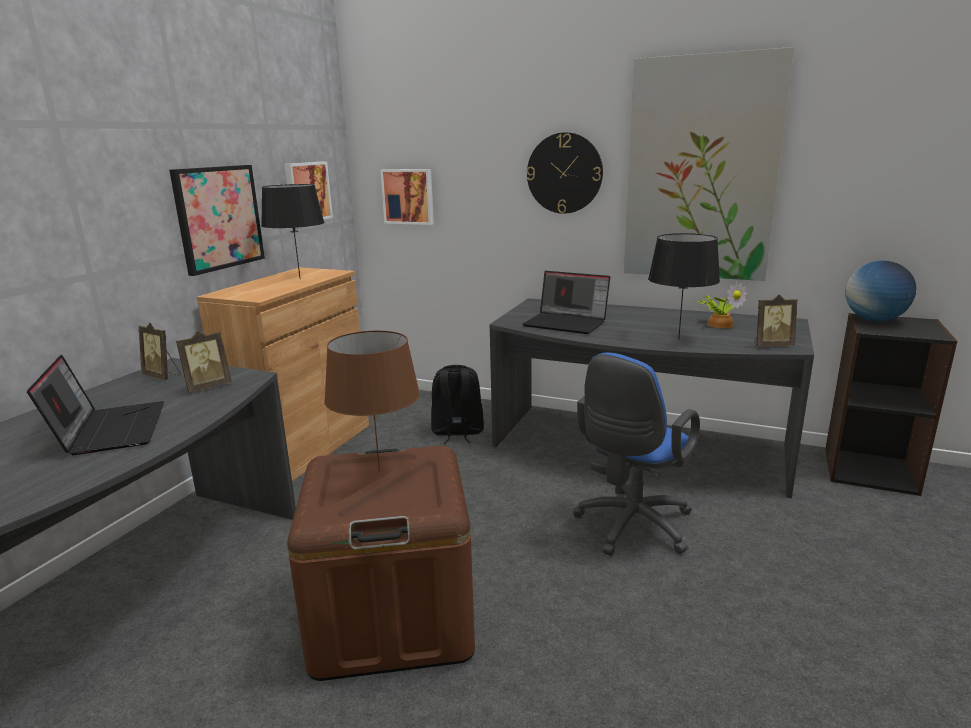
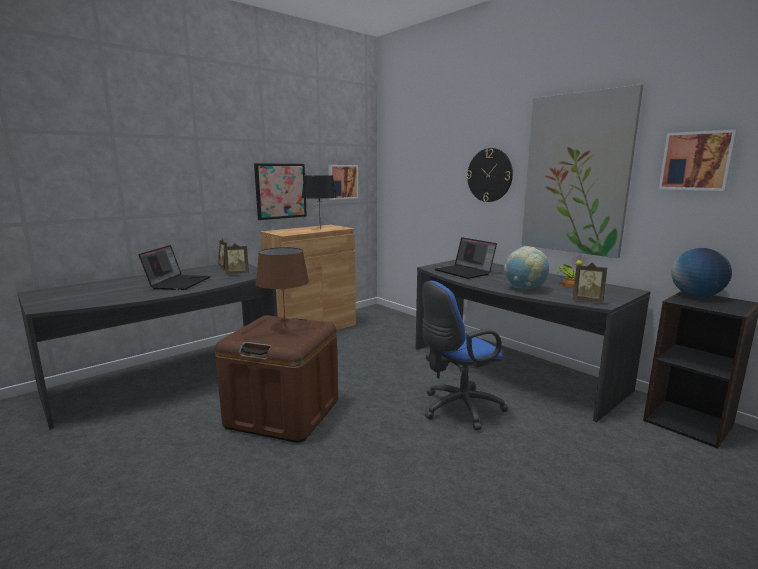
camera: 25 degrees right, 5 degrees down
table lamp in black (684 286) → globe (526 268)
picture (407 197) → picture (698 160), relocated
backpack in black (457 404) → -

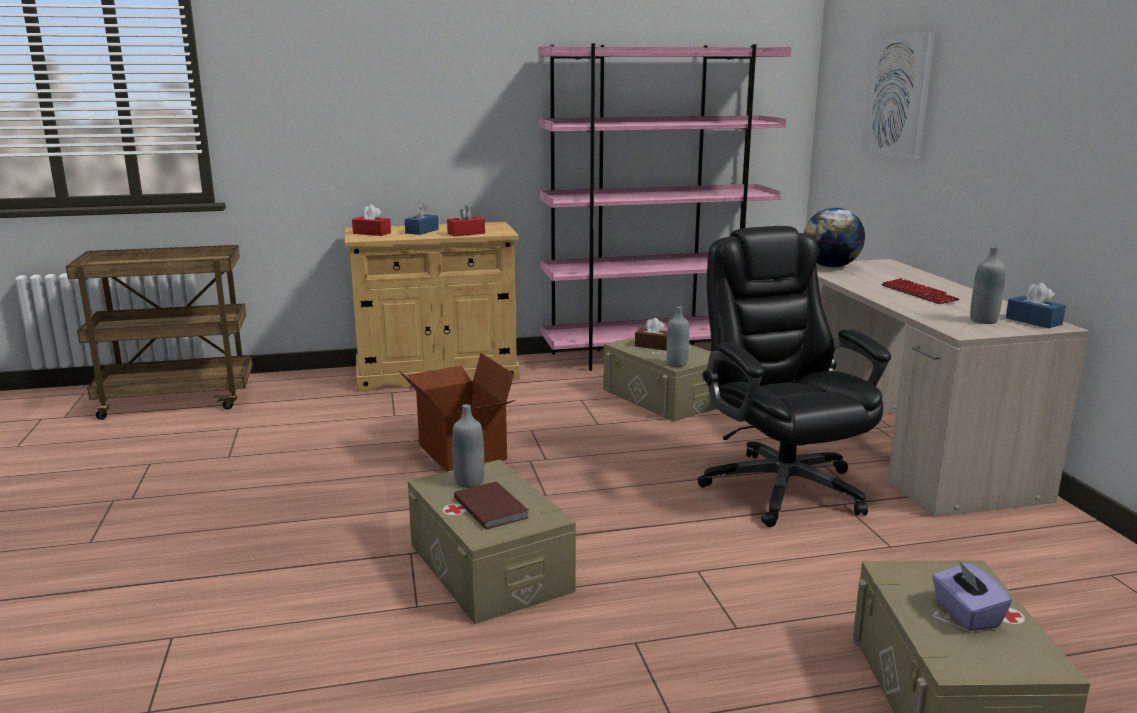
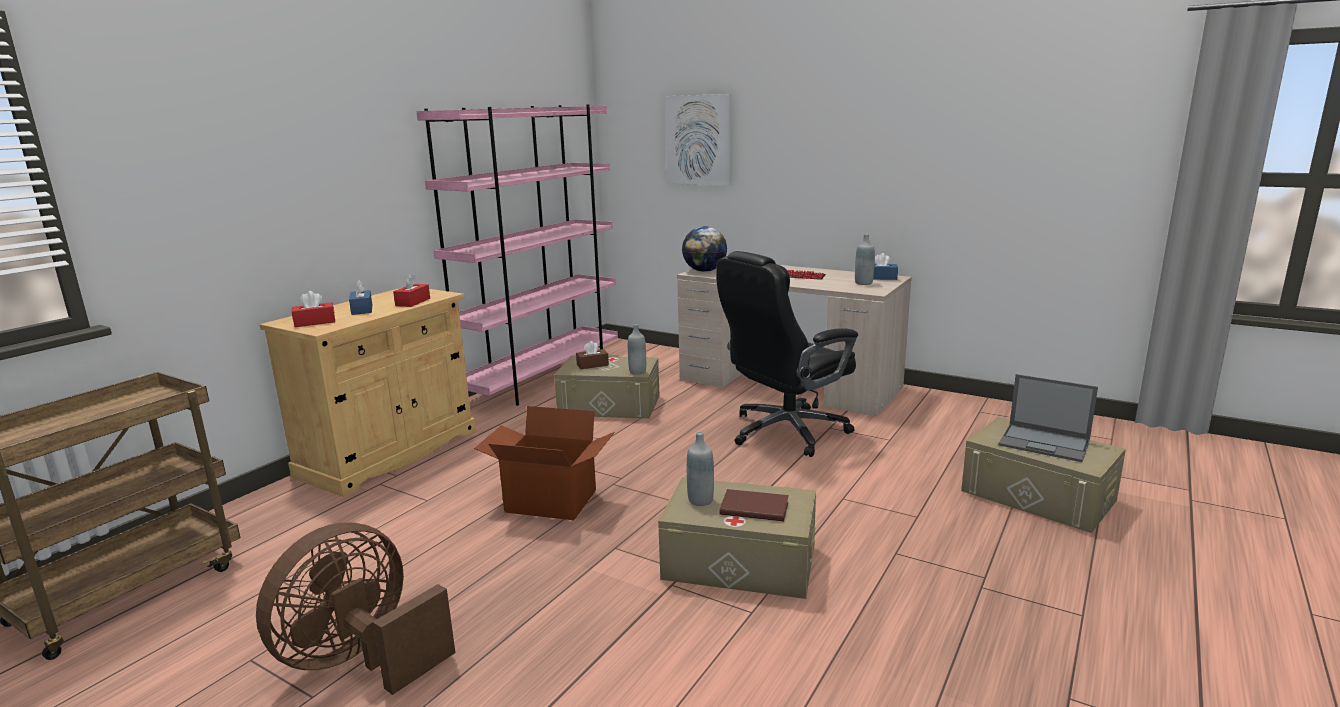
camera: 45 degrees left, 0 degrees up
- → fan in brown (355 609)
office chair in black (794 376) → office chair in black (787 354), 60 degrees counterclockwise
tissue box in purple (972 595) → laptop (1048 418)

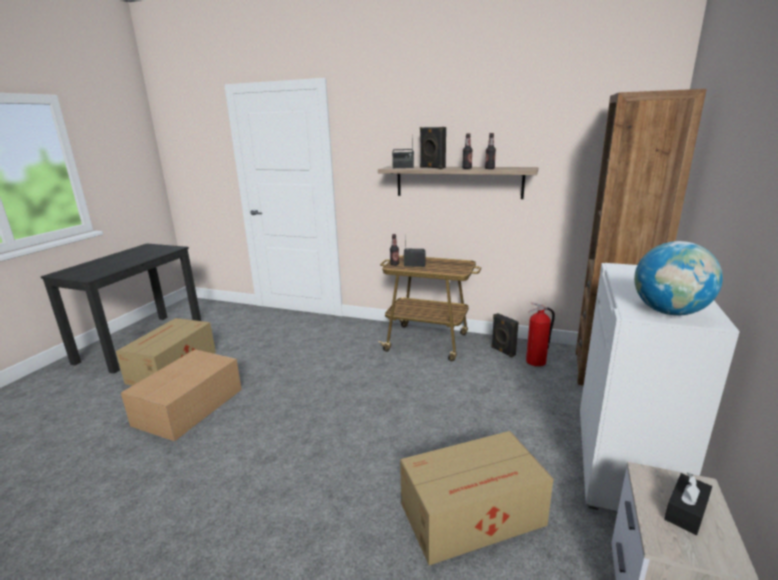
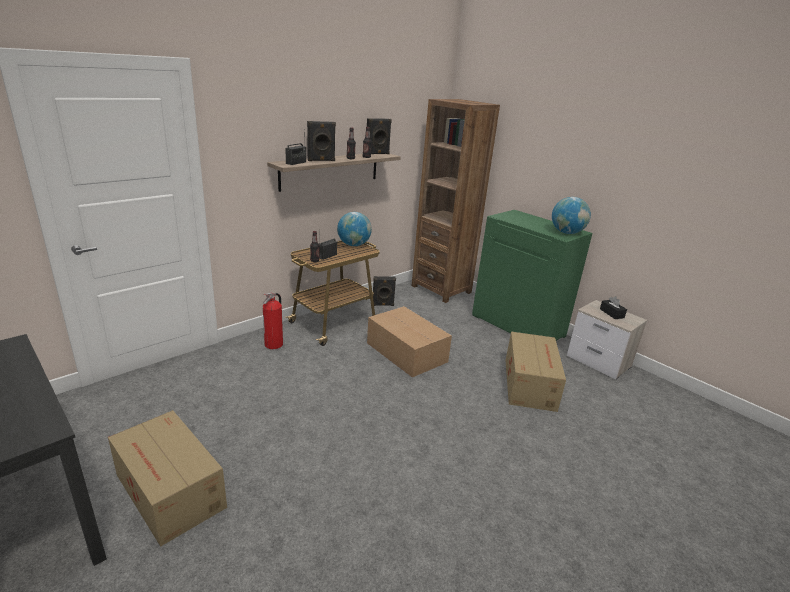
camera: 65 degrees left, 5 degrees up
fire extinguisher (540 334) → fire extinguisher (273 321), relocated
- → globe (354 229)
- → speaker in black (379 136)
cardboard box (181 395) → cardboard box (409 341), relocated
cabinet in white (660 387) → cabinet in green (532 275)

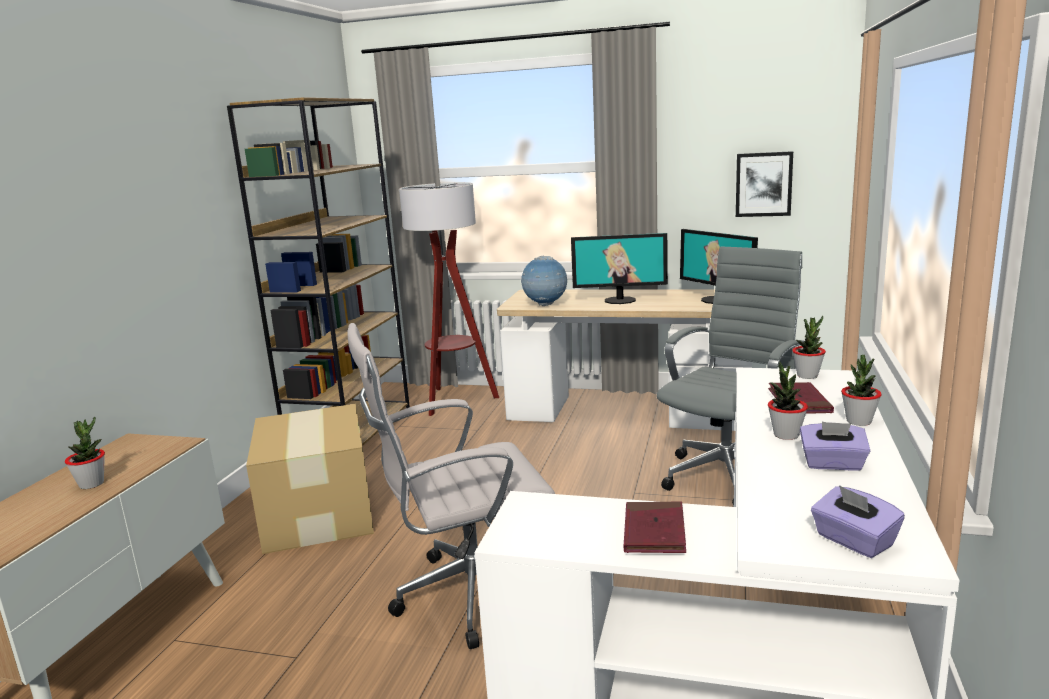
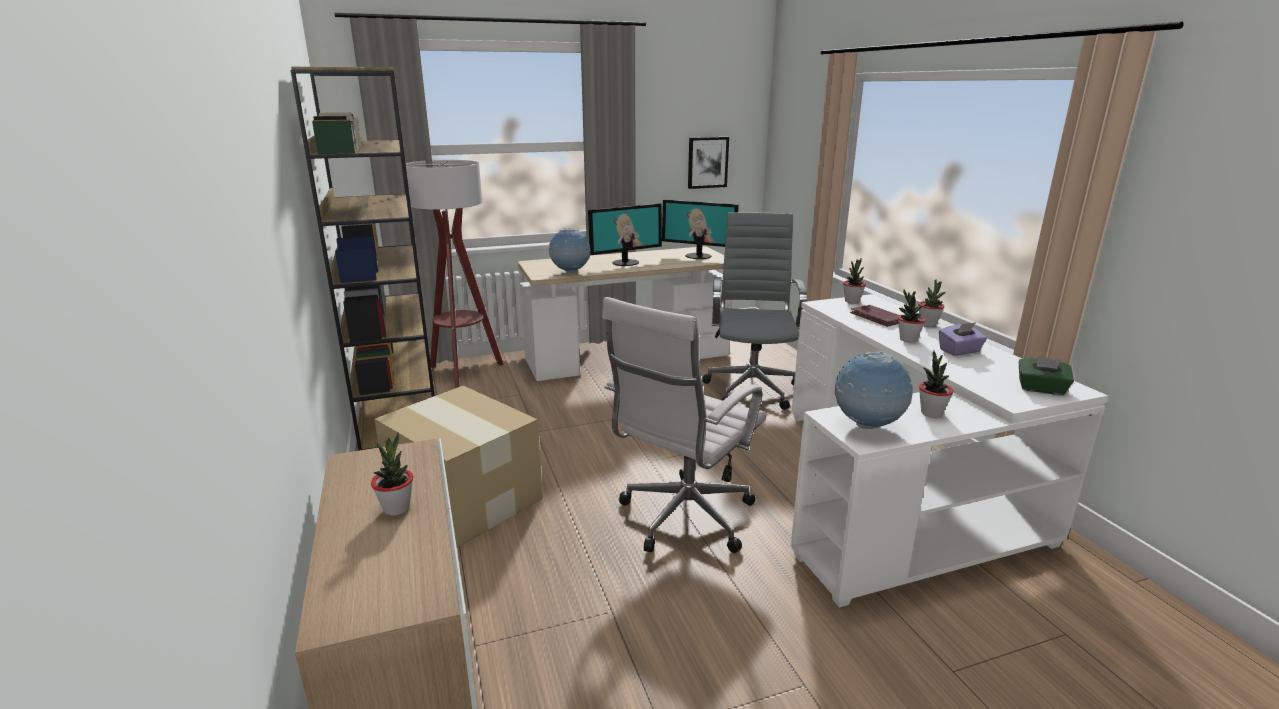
camera: 35 degrees left, 5 degrees up
- → globe (874 390)
book in red (655 527) → potted plant (936 384)
tissue box in purple (858 521) → tissue box in green (1046 375)

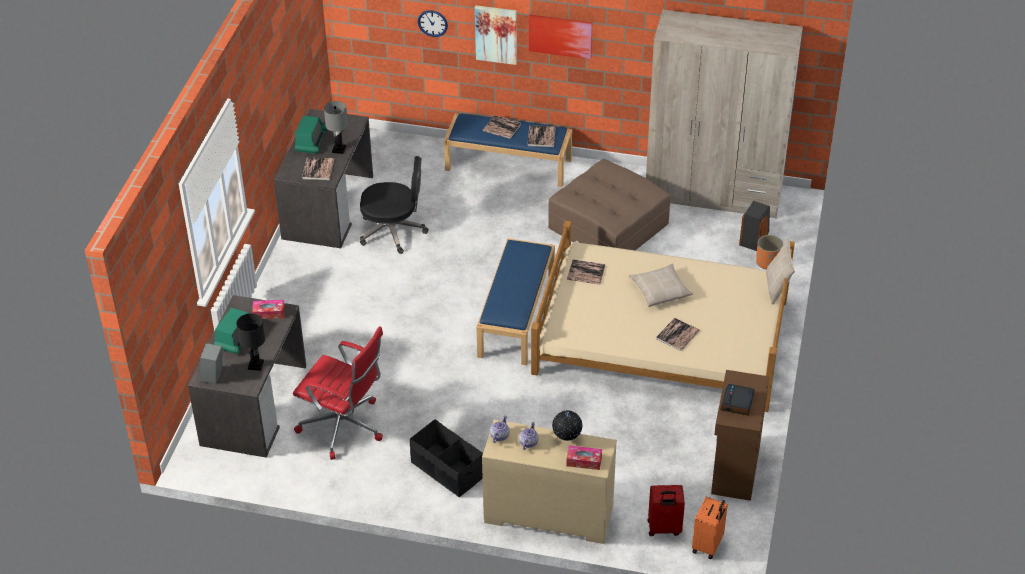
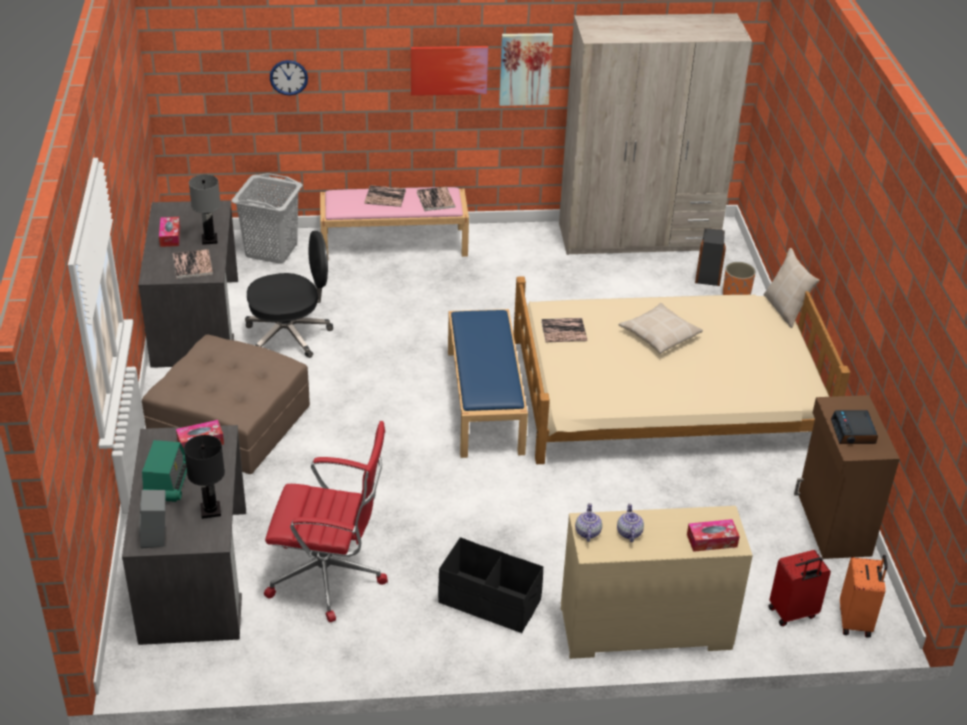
camera: 20 degrees left, 5 degrees down
ottoman in brown (609 204) → ottoman in brown (226 404), relocated
radio (311 135) → tissue box (169 232)
- → laundry basket in grey (267 218)
bench in blue (508 150) → bench in pink (394 222)
picture (496 35) → picture (526 69), relocated
globe (567 425) → -
book (678 334) → -

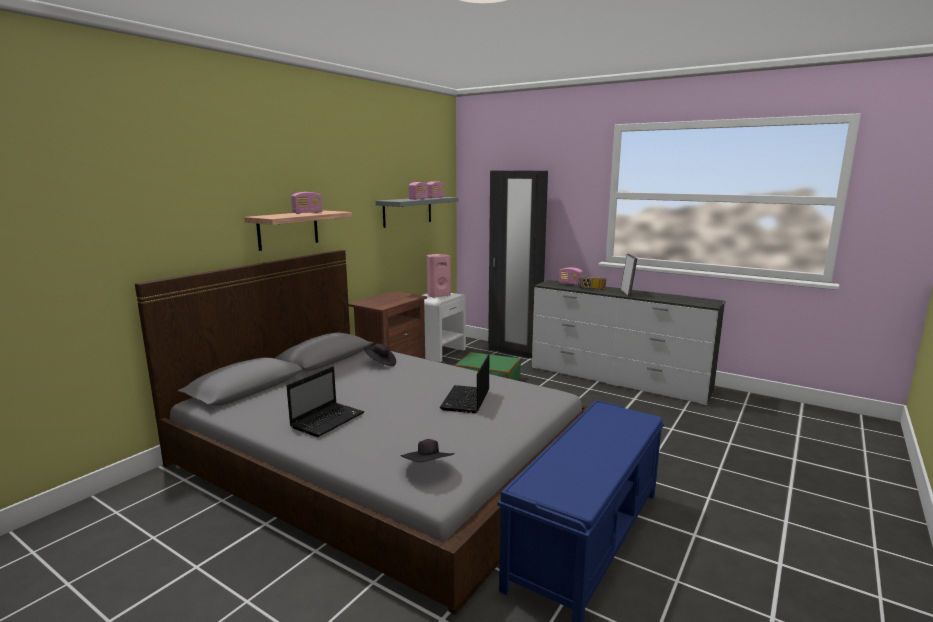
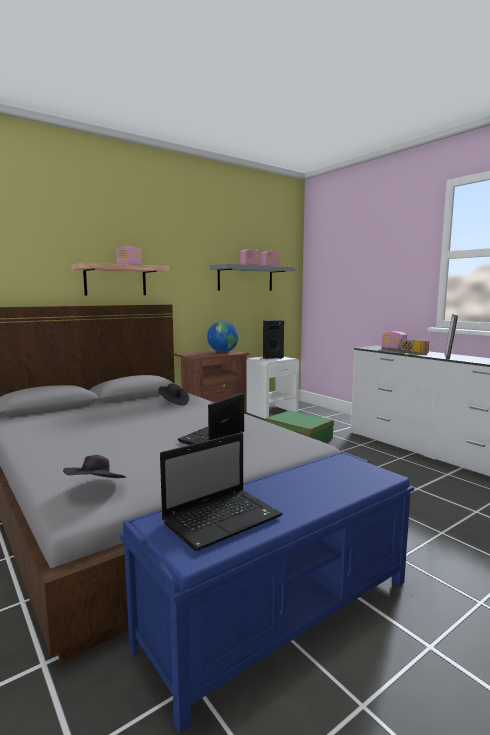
camera: 20 degrees right, 5 degrees down
laptop (325 401) → laptop (221 492), relocated
- → globe (223 336)
speaker in pink (439 276) → speaker in black (273 339)
wardrobe in black (518 265) → -

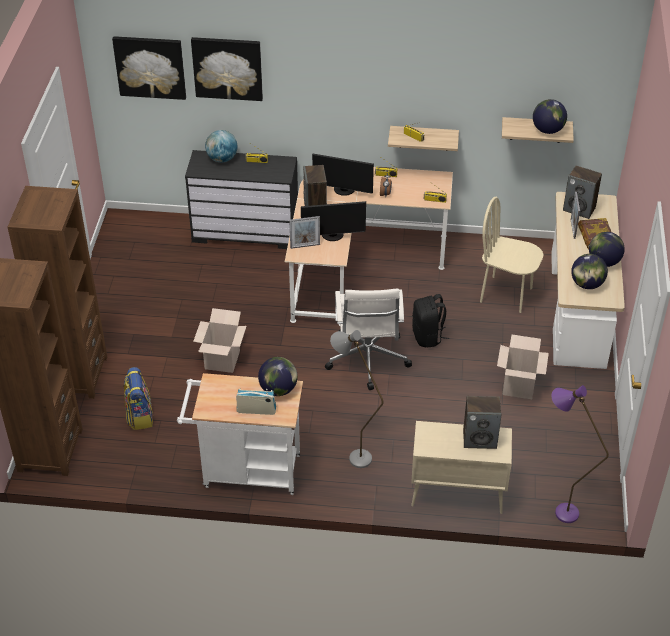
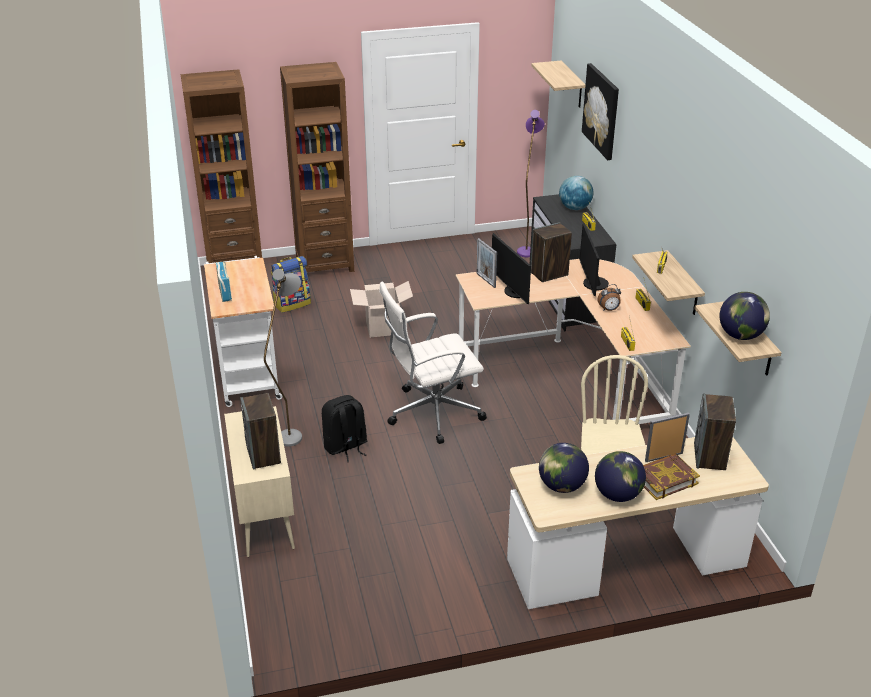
camera: 70 degrees right, 10 degrees down
backpack in black (431 320) → backpack in black (344 428), relocated
floor lamp in purple (580 454) → floor lamp in purple (531 183), relocated
picture (149 68) → shelf (558 84)
globe (278 376) → -
cardboard box (523 367) → -

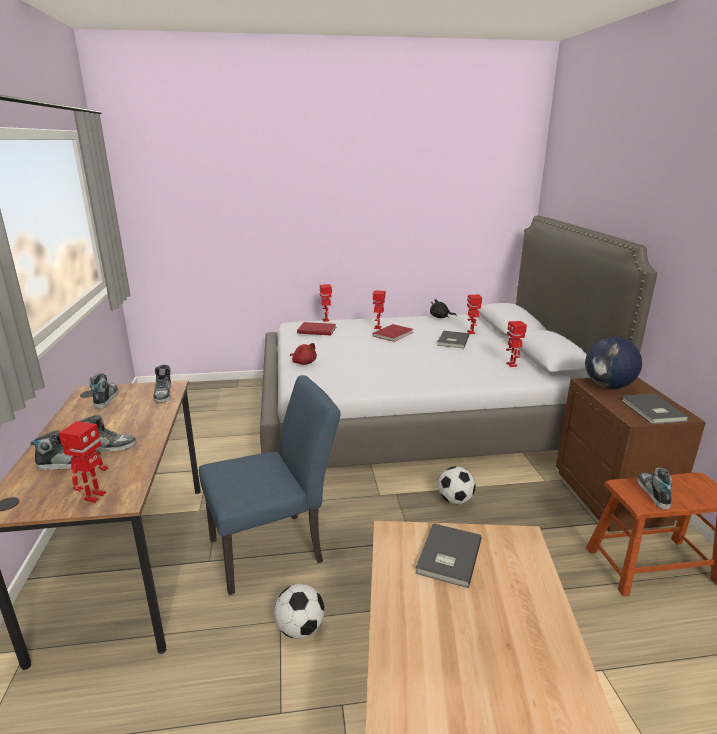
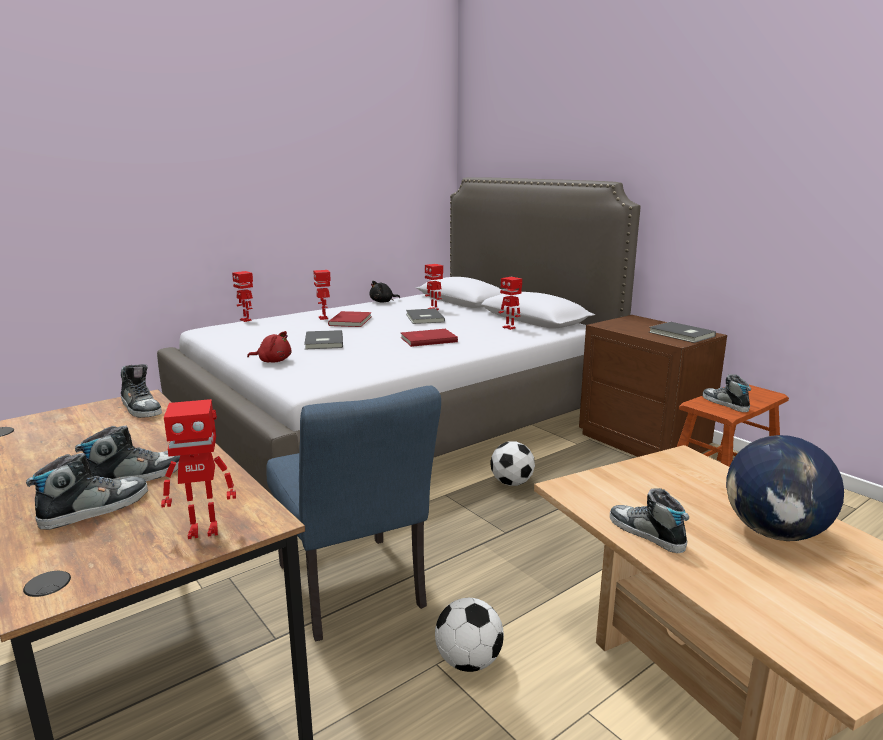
camera: 30 degrees left, 5 degrees down
toy robot (83 462) → toy robot (198 469), 90 degrees clockwise
chair in blue (270 485) → chair in blue (353 513), 120 degrees clockwise
book in grey (448 555) → book in grey (323 340), relocated
book in red (316 329) → book in red (429 338), relocated
shoe (103 391) → shoe (649 520), relocated
globe (613 363) → globe (785 488), relocated

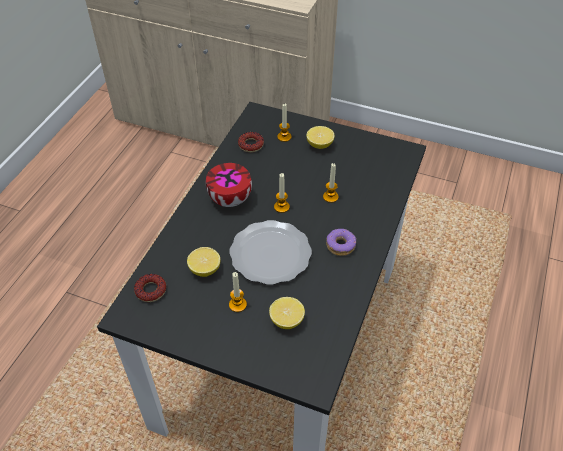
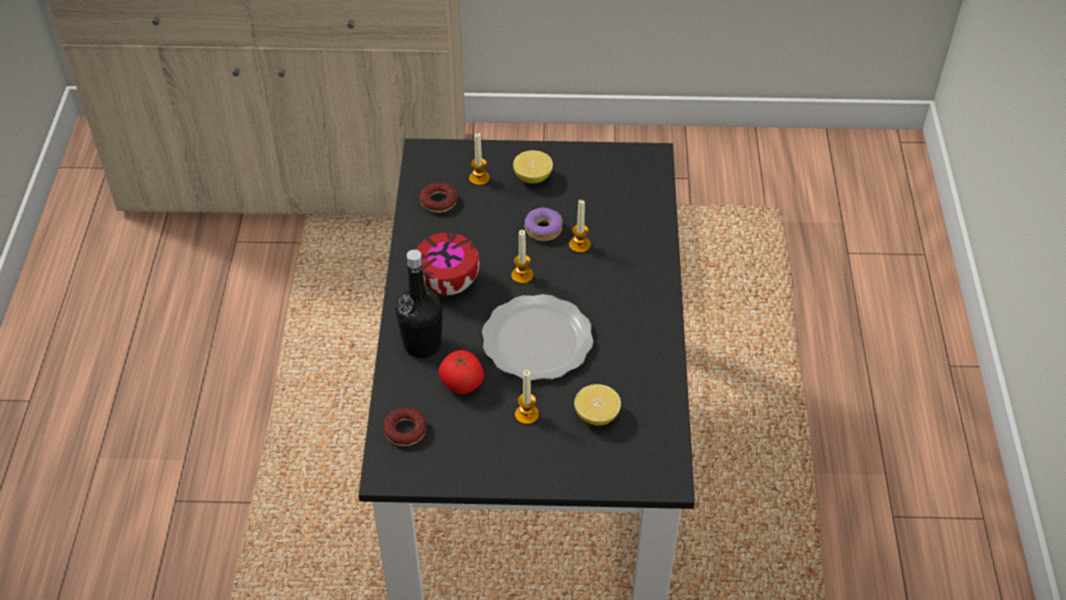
camera: 20 degrees left, 0 degrees up
- → bottle in black (419 304)
lemon (203 262) → tomato (461 372)
donut (341 242) → donut (544 224), relocated

